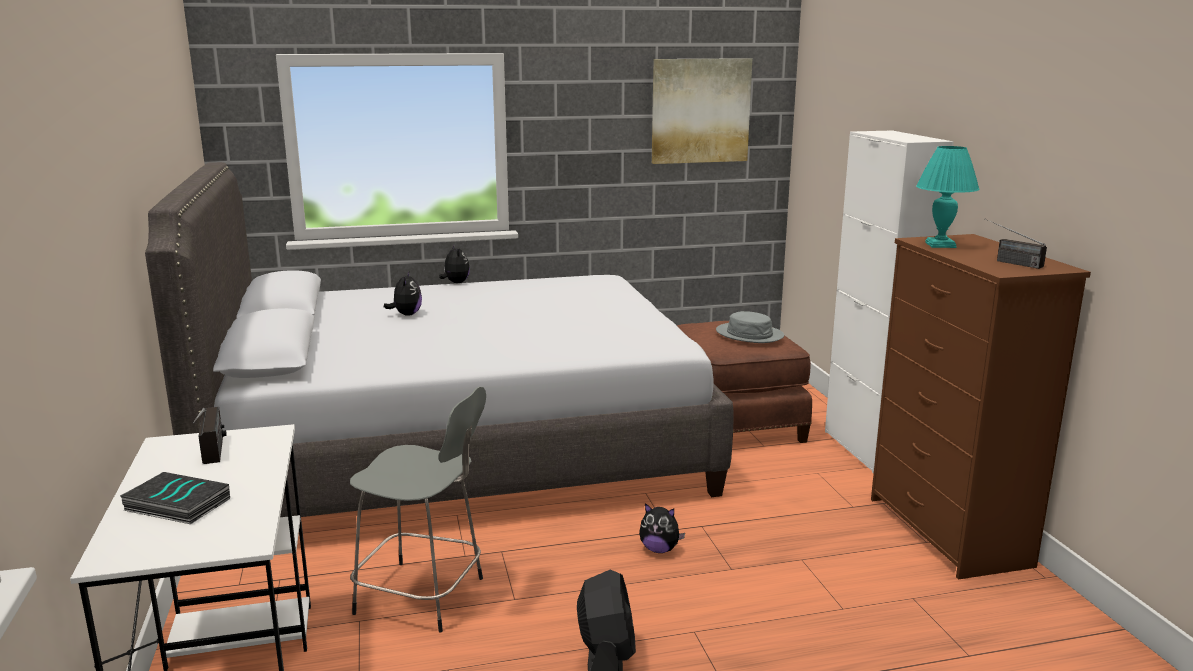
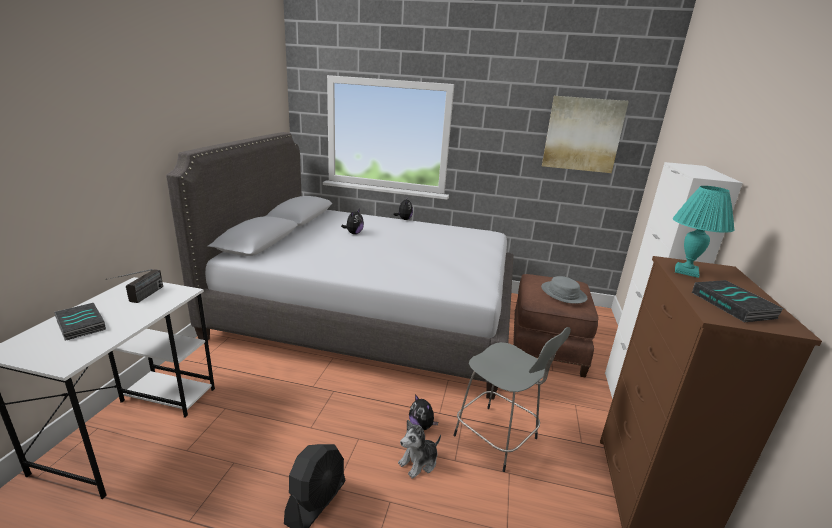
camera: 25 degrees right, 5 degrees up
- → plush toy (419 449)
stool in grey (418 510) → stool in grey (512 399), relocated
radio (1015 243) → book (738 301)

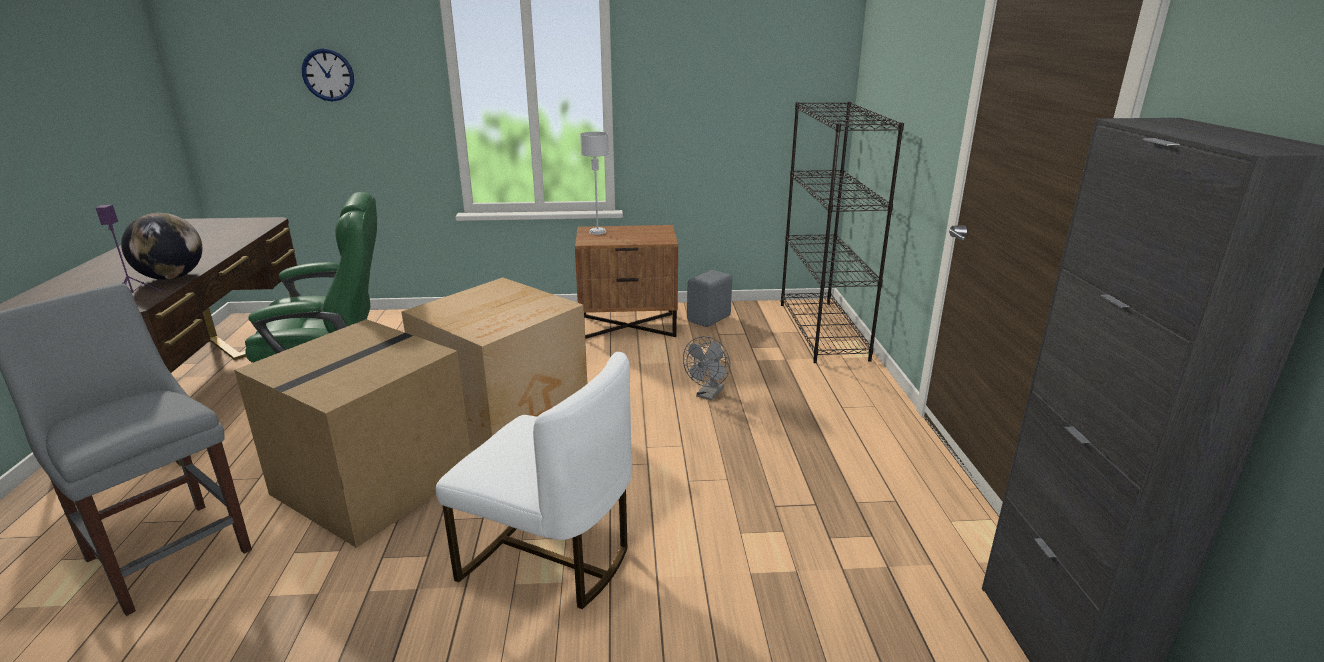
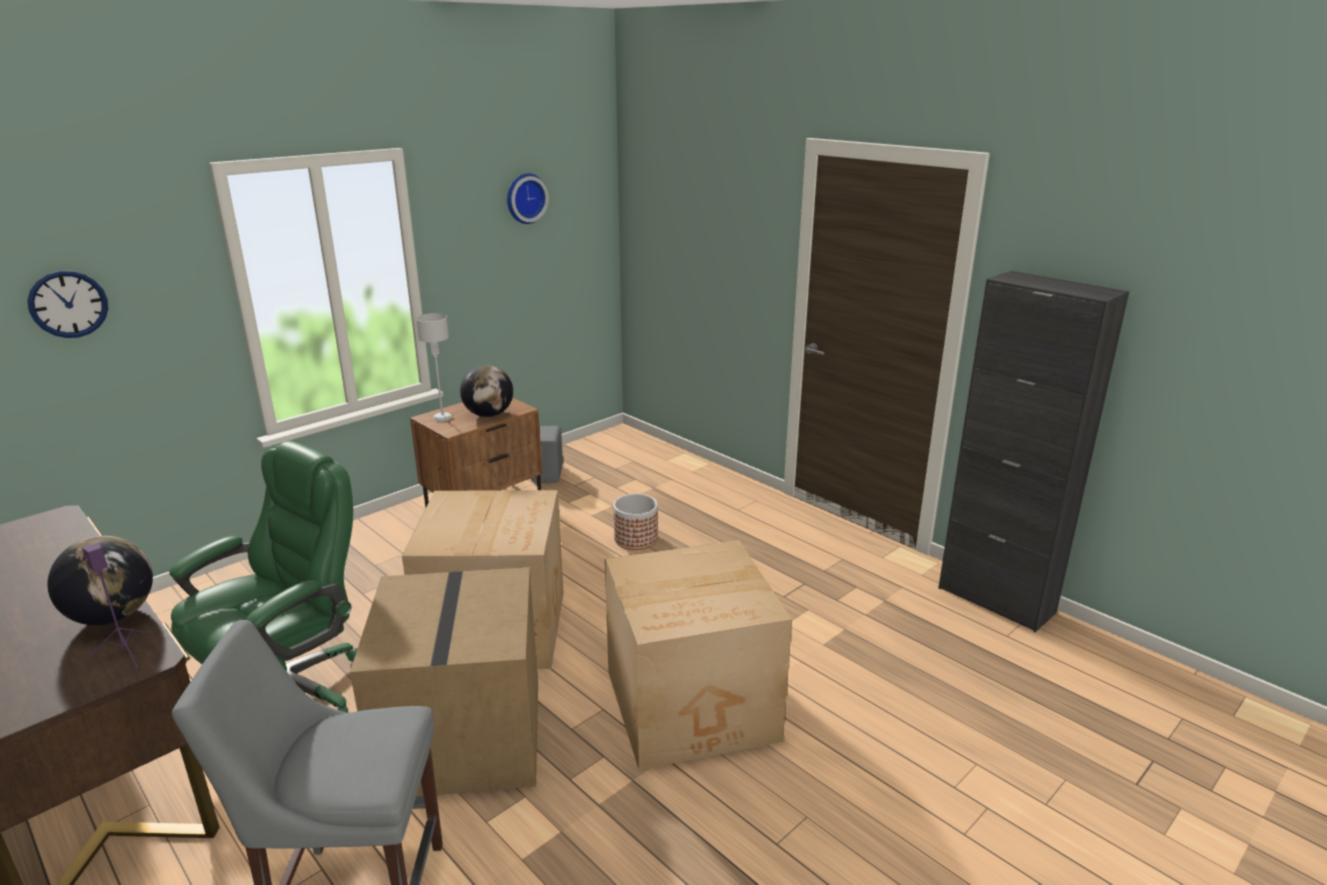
camera: 40 degrees left, 0 degrees up
- → globe (486 391)
- → wall clock (528 198)
chair in white (534 480) → cardboard box (698 655)
fan in grey (706 368) → planter (635 522)
bookcase in black (842 232) → -

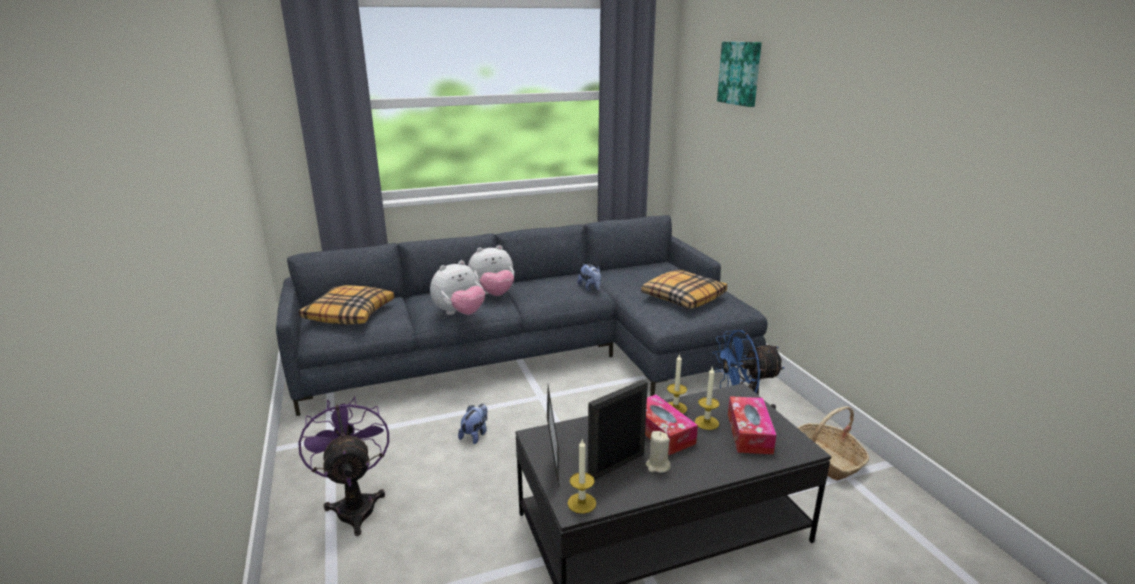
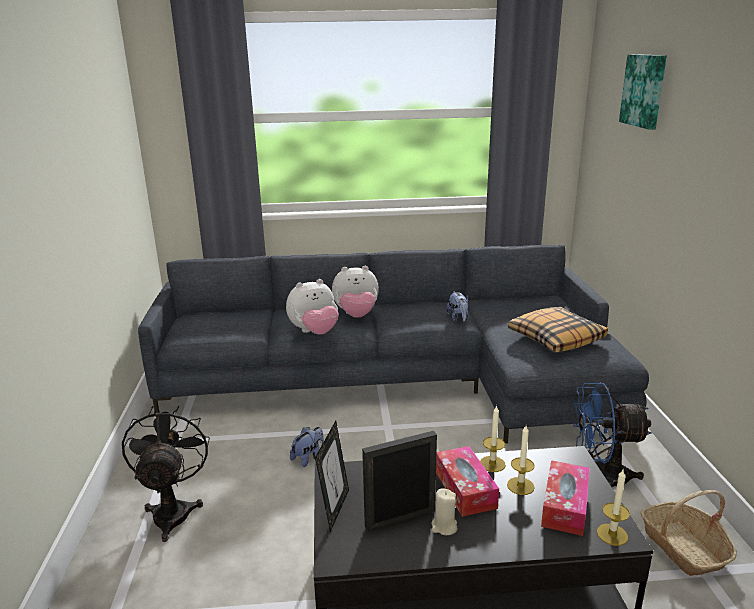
camera: 15 degrees right, 0 degrees up
fan in purple (343 466) → fan in black (166 474)
candle (582 477) → candle (613 508), relocated
pillow (347 305) → -

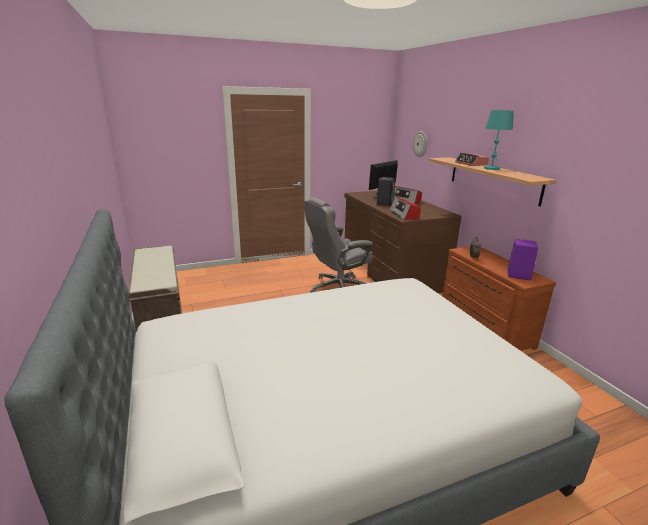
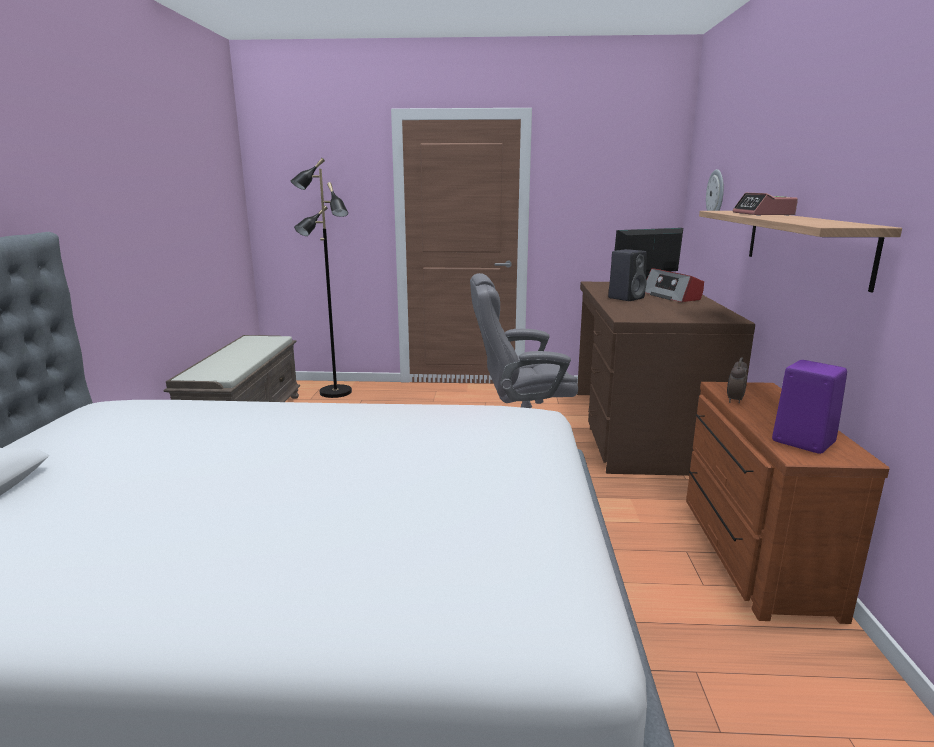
camera: 25 degrees right, 5 degrees down
- → floor lamp in black (321 278)
radio (405 208) → -
table lamp in turquoise (499 140) → -

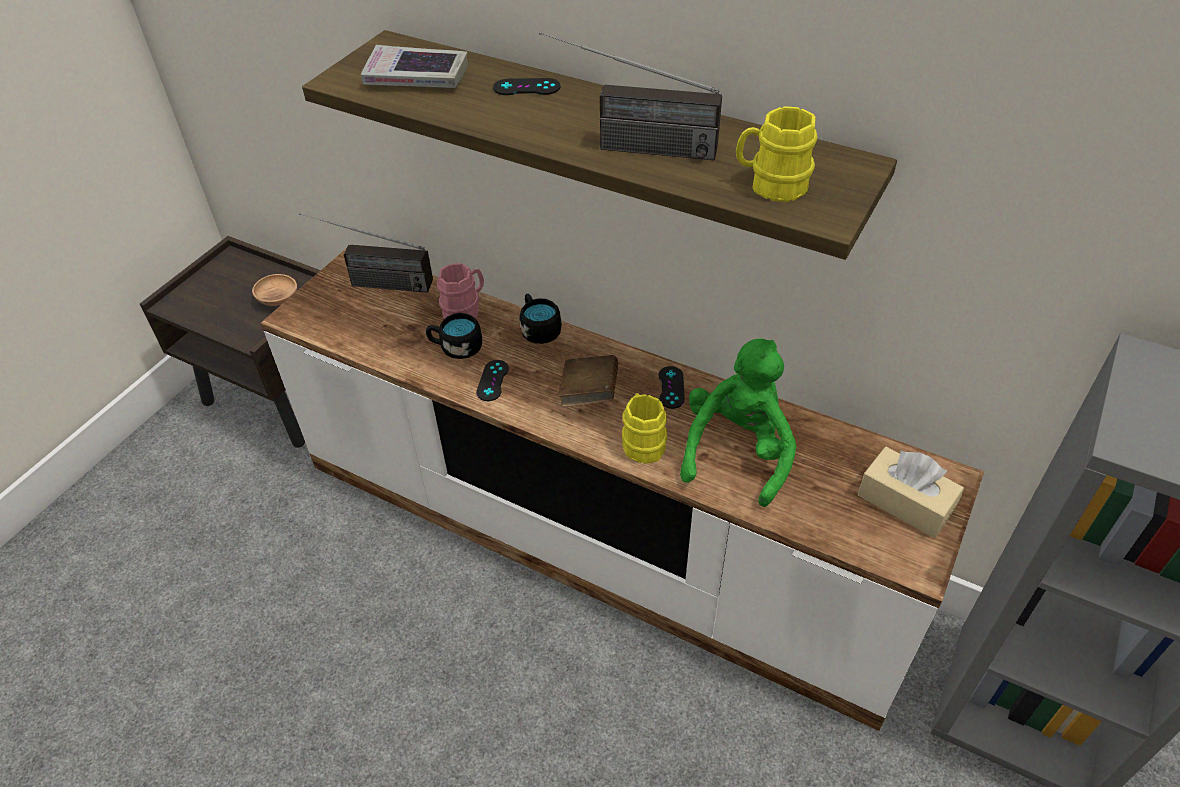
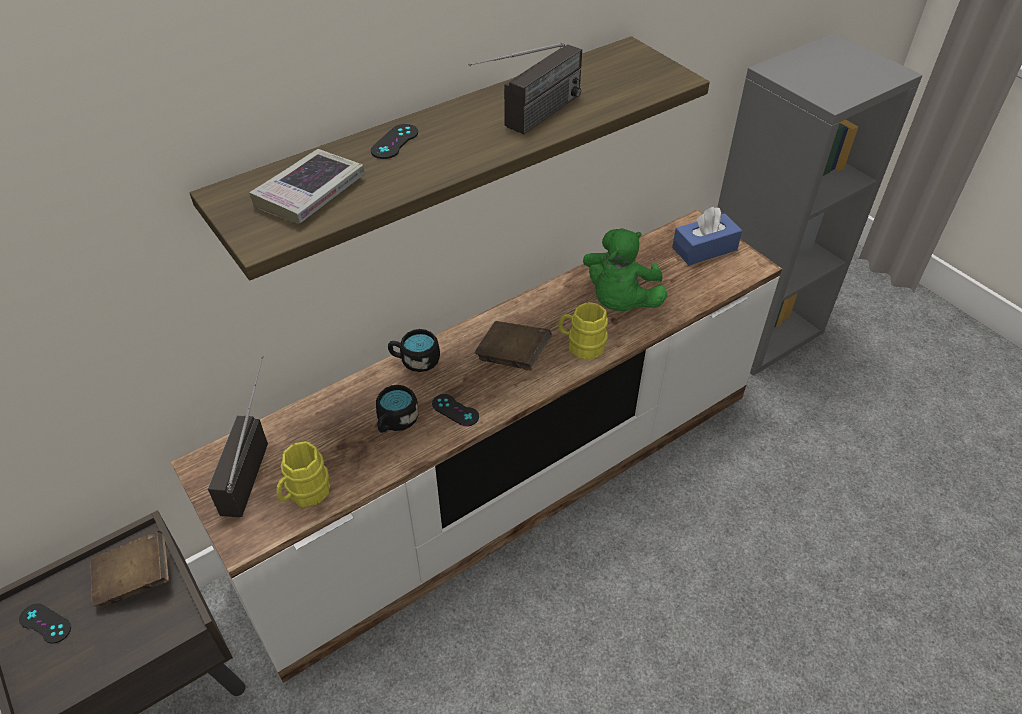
camera: 65 degrees left, 0 degrees up
game controller in black (672 387) → game controller in black (45 623), relocated
bowl in brown (274 290) → book in brown (129 569)
radio (366 253) → radio (238 436), 150 degrees clockwise
mug in yellow (777 154) → mug in yellow (303 474), relocated
plush toy in green (738 423) → plush toy in green (625 269), 120 degrees counterclockwise
tissue box in beige (911 492) → tissue box in blue (707 236)
mug in pink (460 291) → -

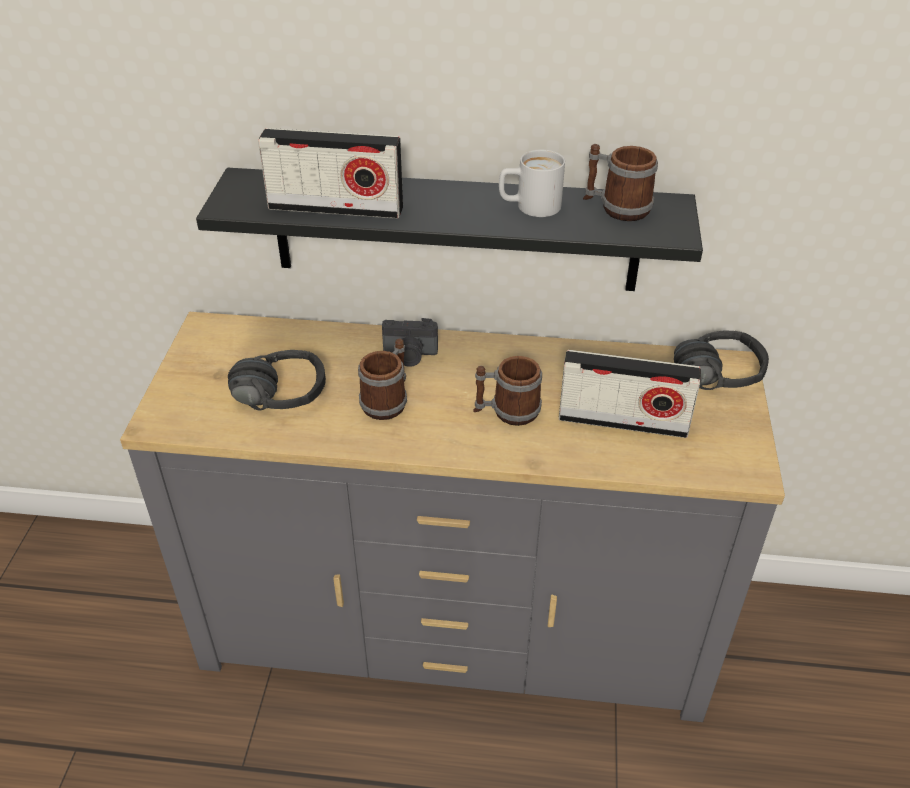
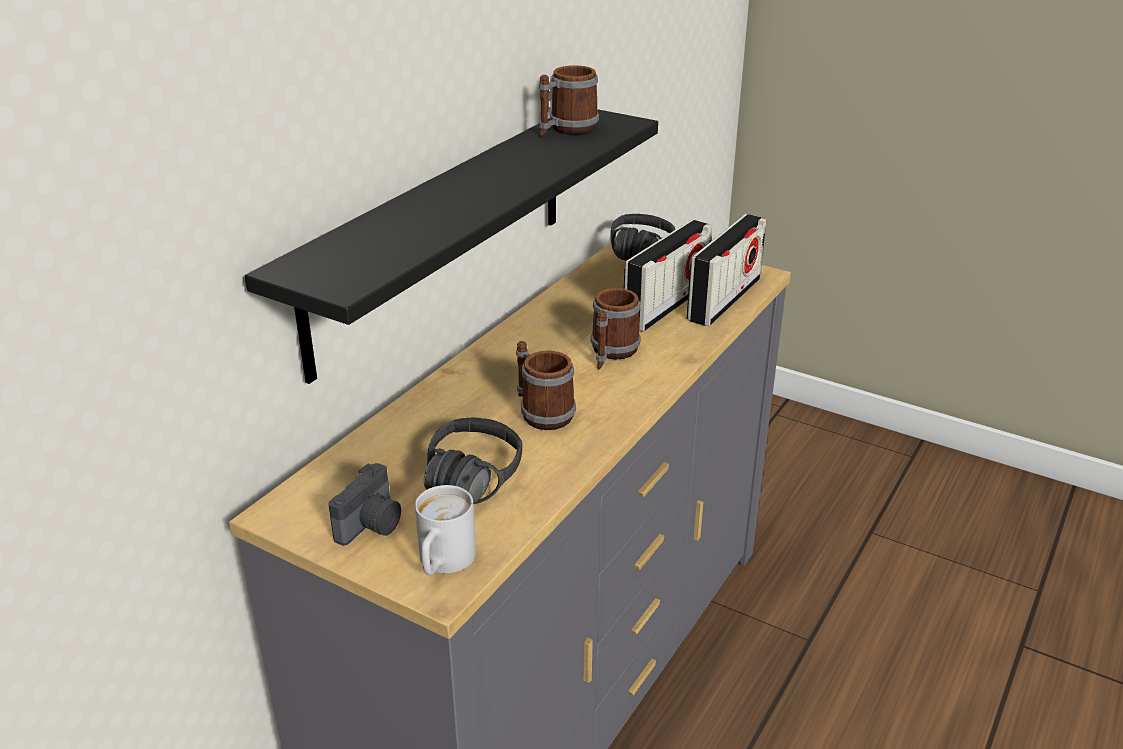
camera: 65 degrees left, 10 degrees down
photo camera (410 342) → photo camera (364 504), relocated
mug in white (532 183) → mug in white (445 530), relocated
radio (330 173) → radio (726 270), relocated

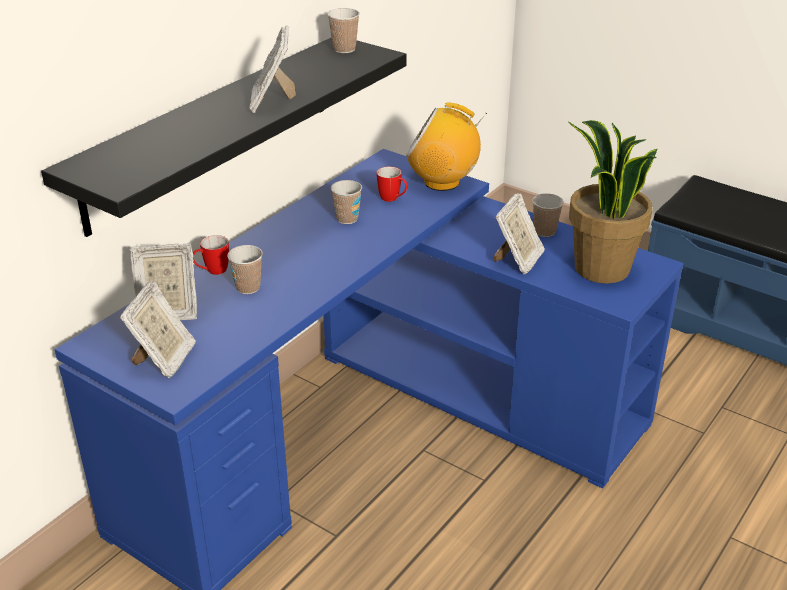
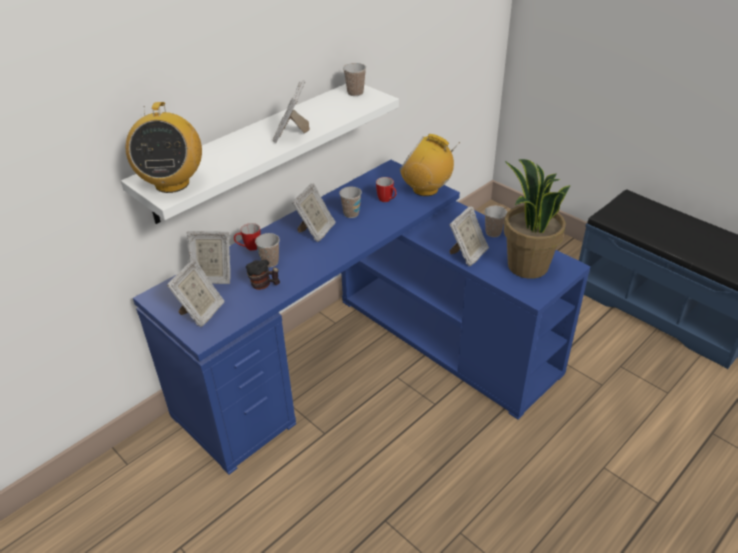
camera: 10 degrees right, 5 degrees up
shelf in black (224 137) → shelf in white (260 154)
- → radio (164 147)
- → mug (263 275)
- → picture frame (313 213)

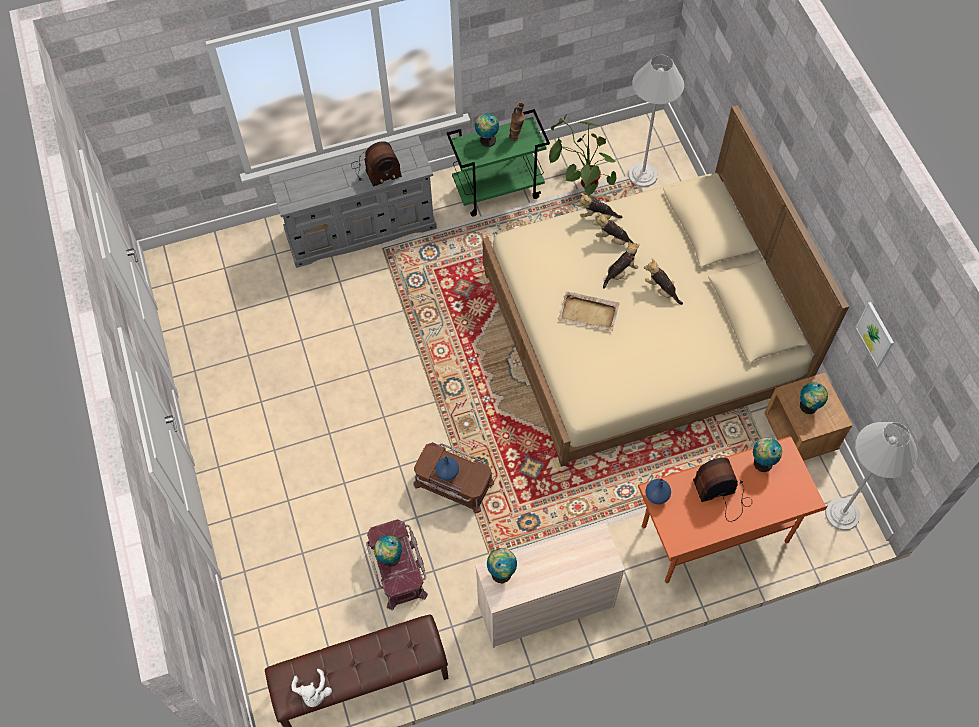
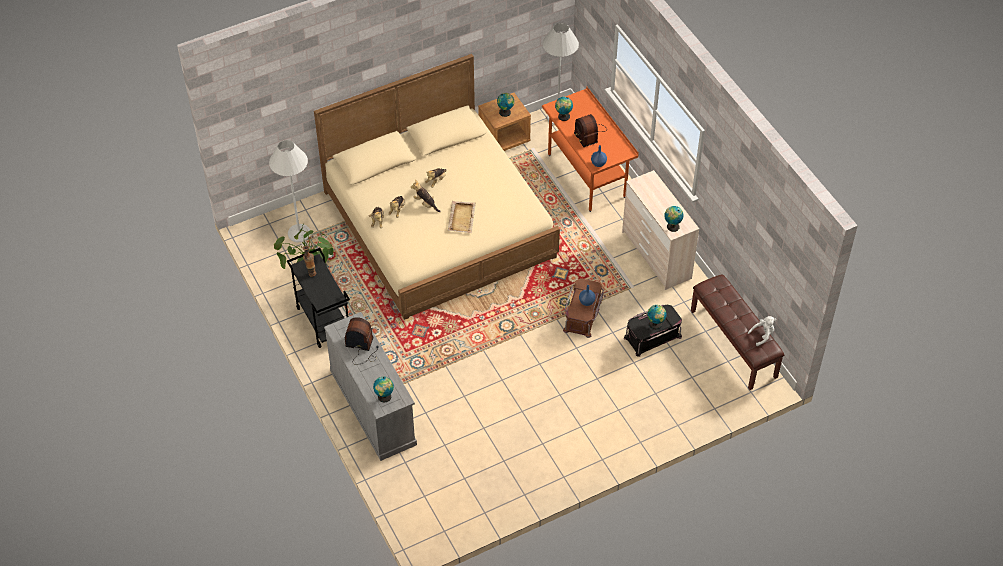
camera: 100 degrees left, 10 degrees down
cart in green (498 163) → cart in black (318 298)
radio (376 164) → radio (362 341), 45 degrees counterclockwise
globe (487 130) → globe (383 390), relocated
storage box in red (397 564) → storage box in black (653 330)
picture (874 334) → -

